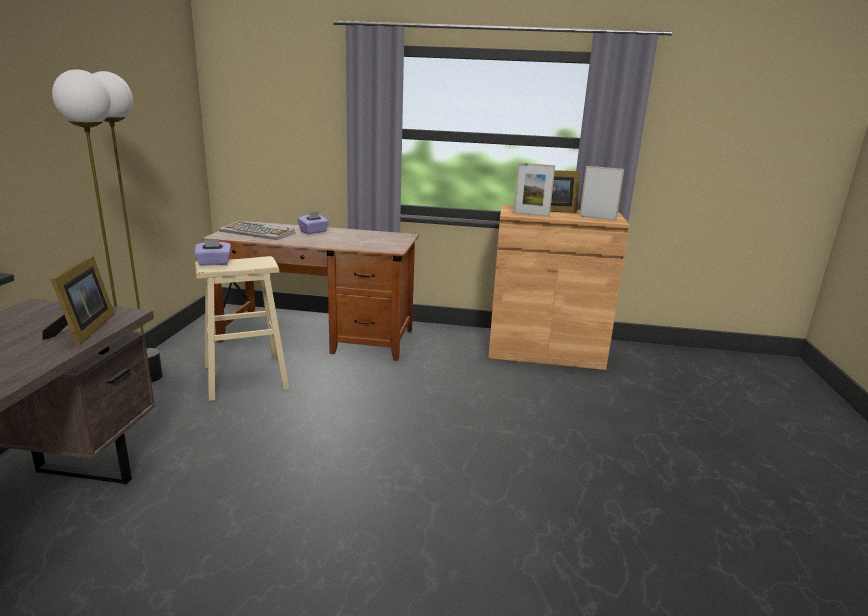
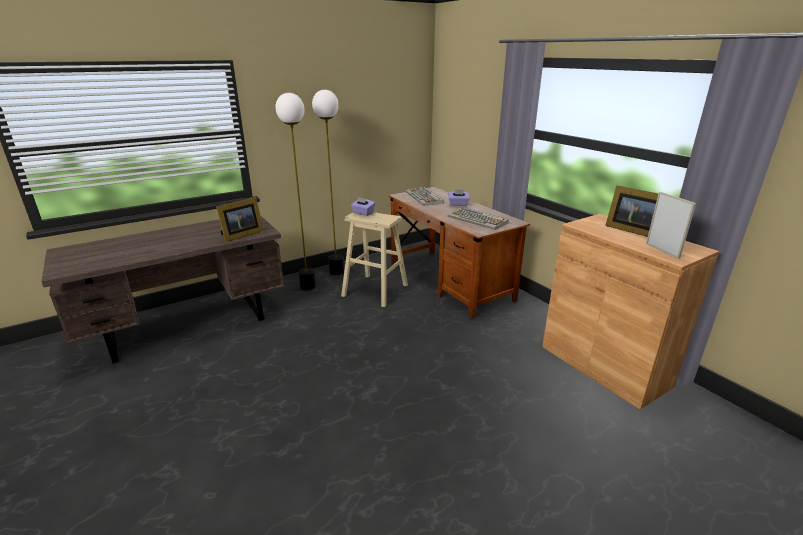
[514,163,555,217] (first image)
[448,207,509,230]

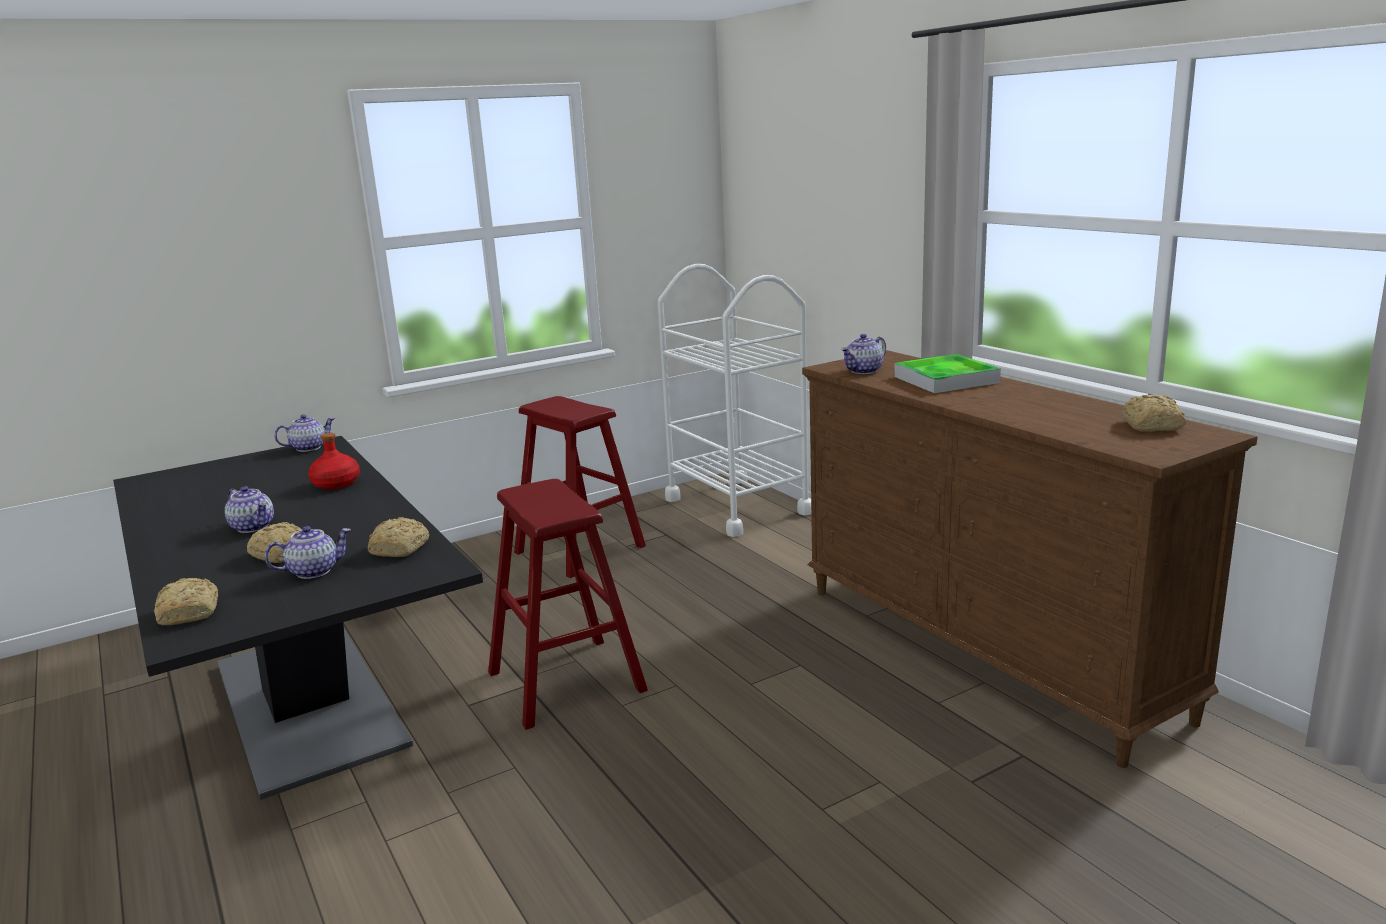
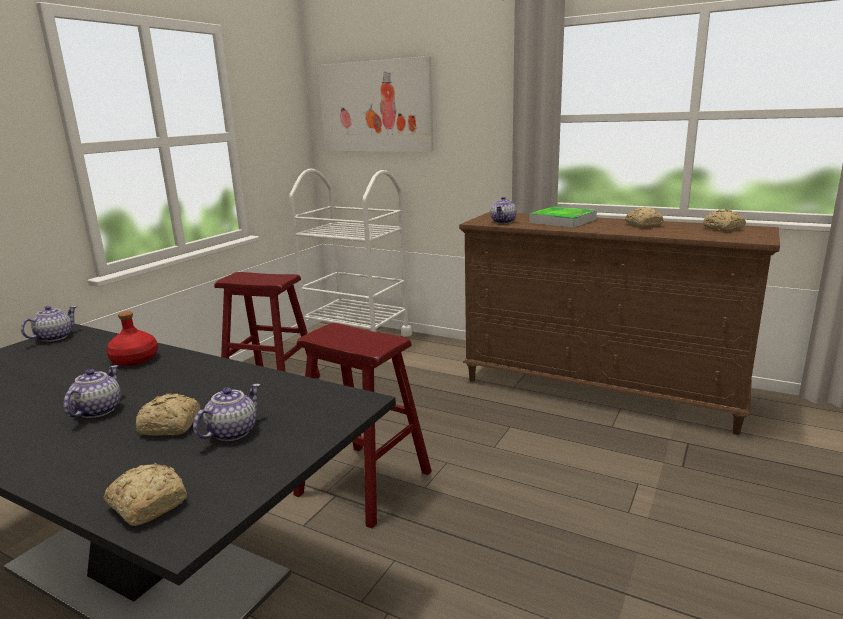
[318,56,433,152]
[625,207,664,227]
[64,365,121,418]

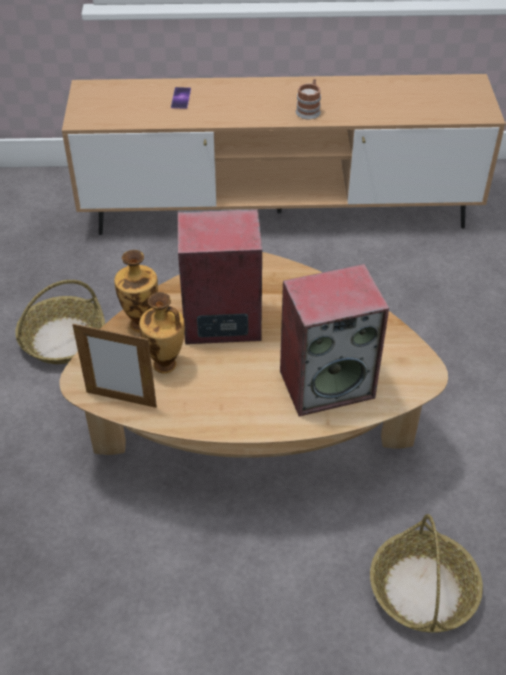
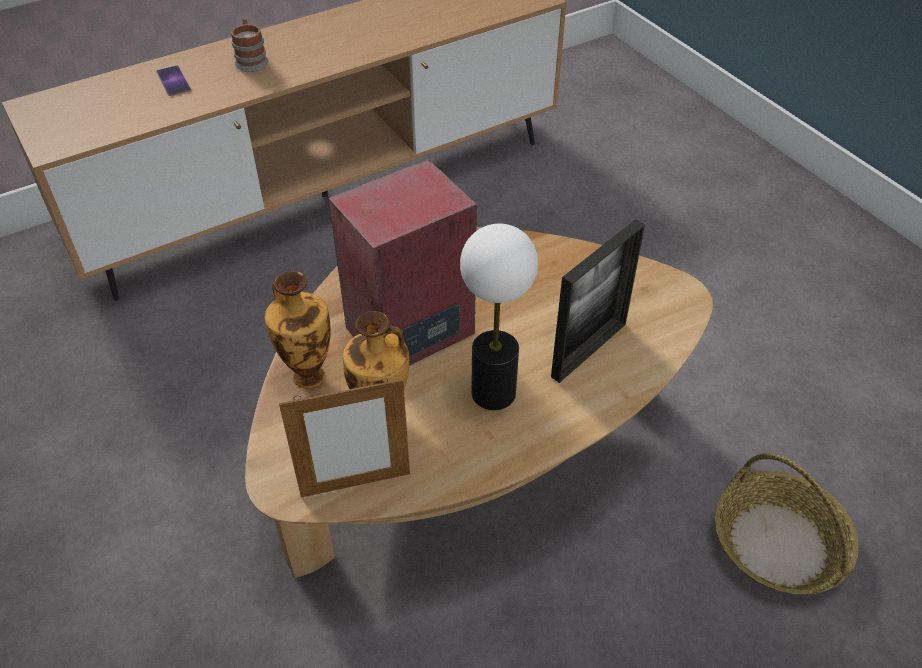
[15,280,105,364] (first image)
[460,224,538,410]
[231,18,268,72]
[551,219,645,383]

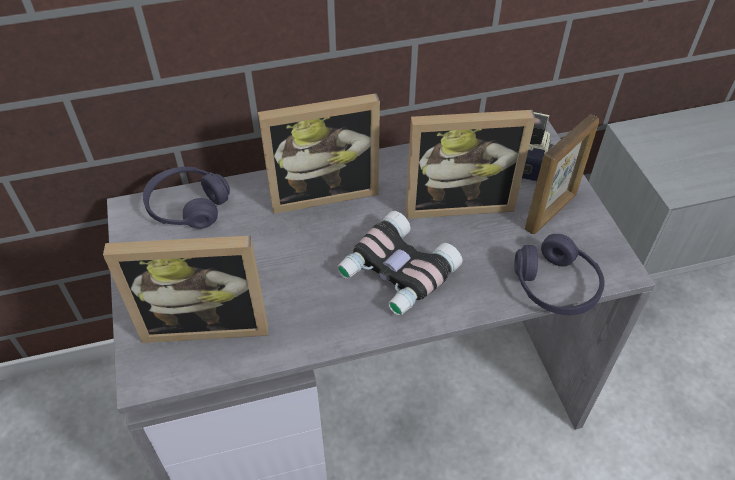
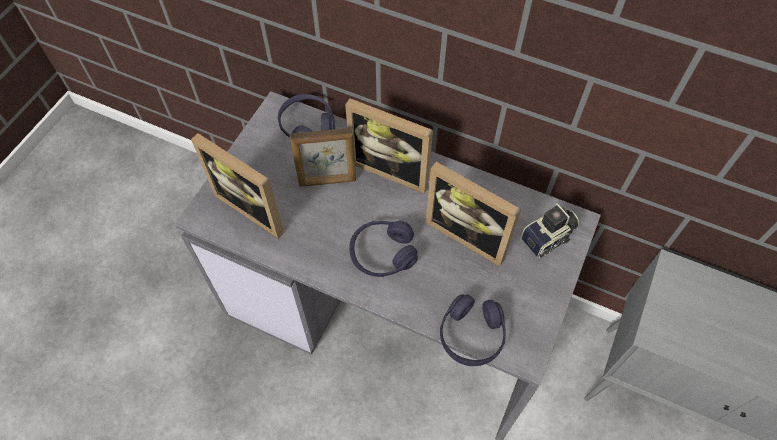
[290,128,356,187]
[349,221,418,277]

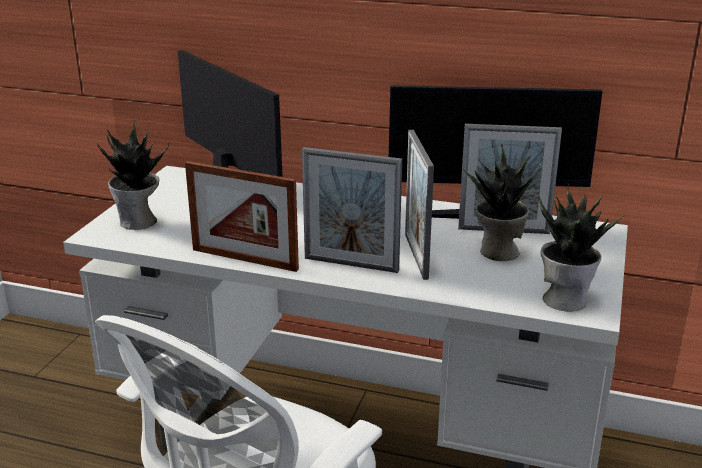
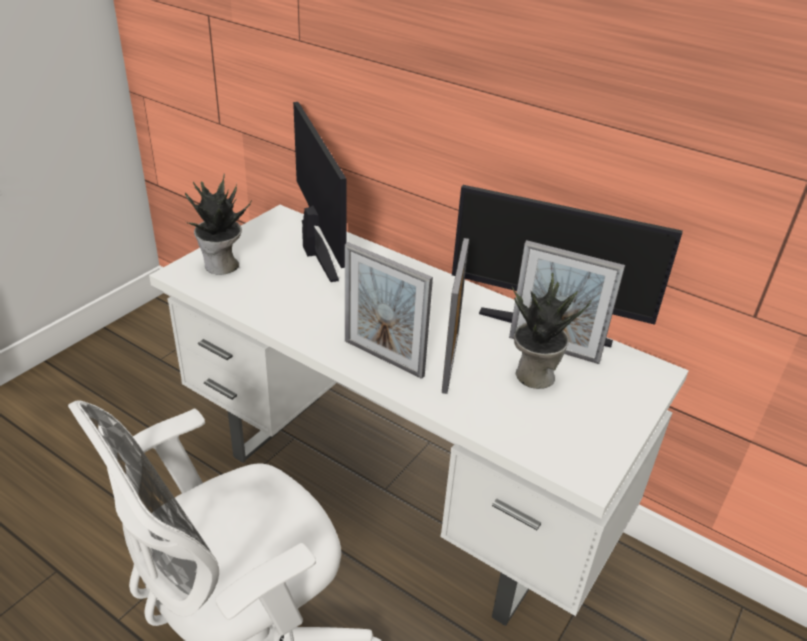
[185,161,299,272] (first image)
[539,184,624,312] (first image)

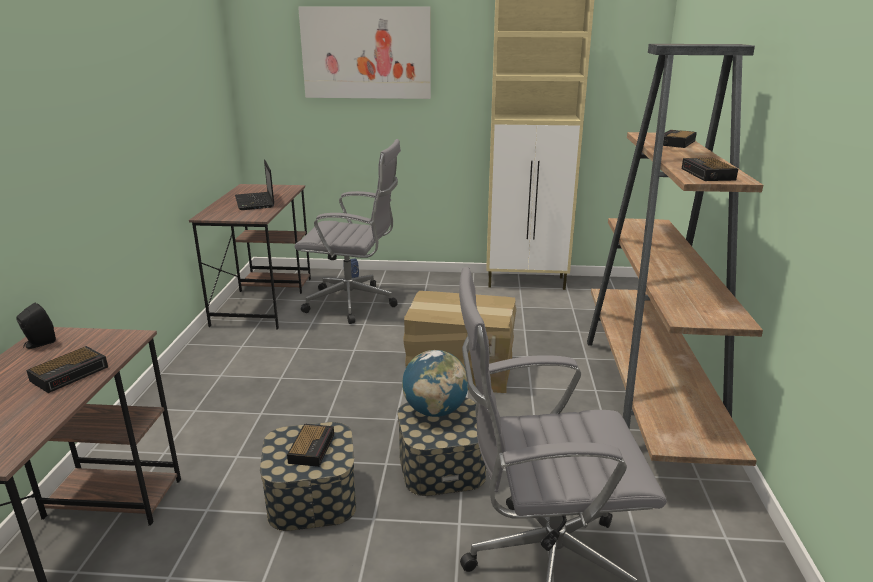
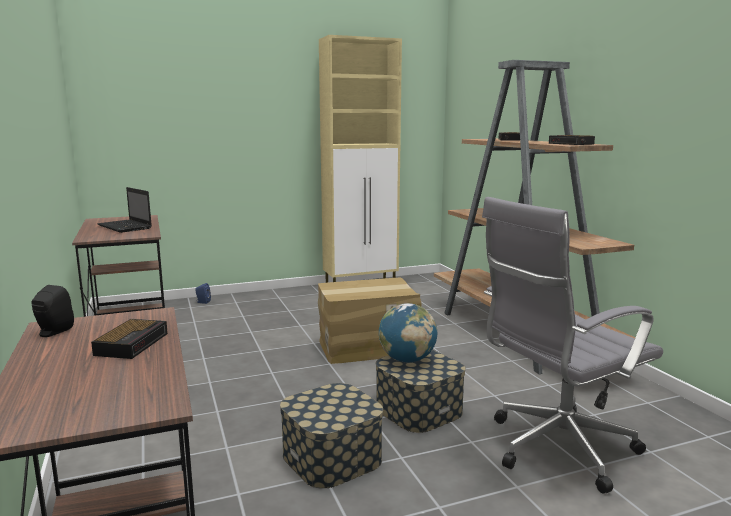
[287,424,334,467] (first image)
[294,139,401,324] (first image)
[298,7,431,99] (first image)

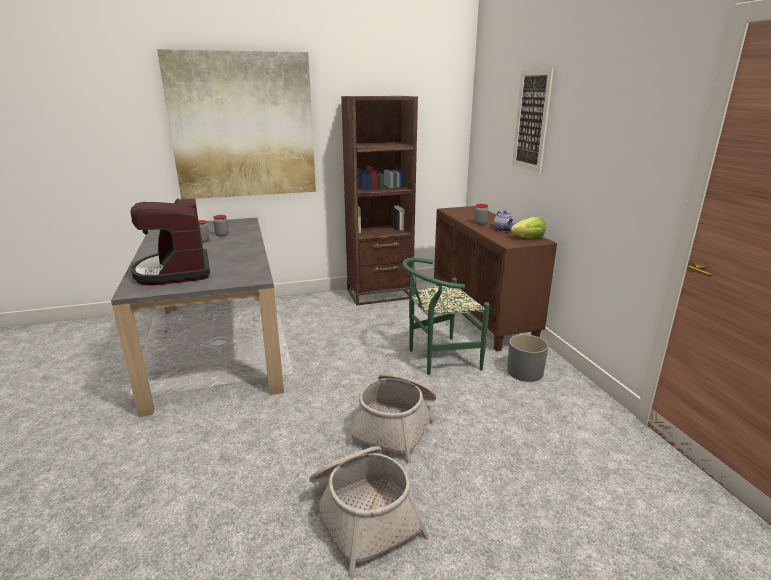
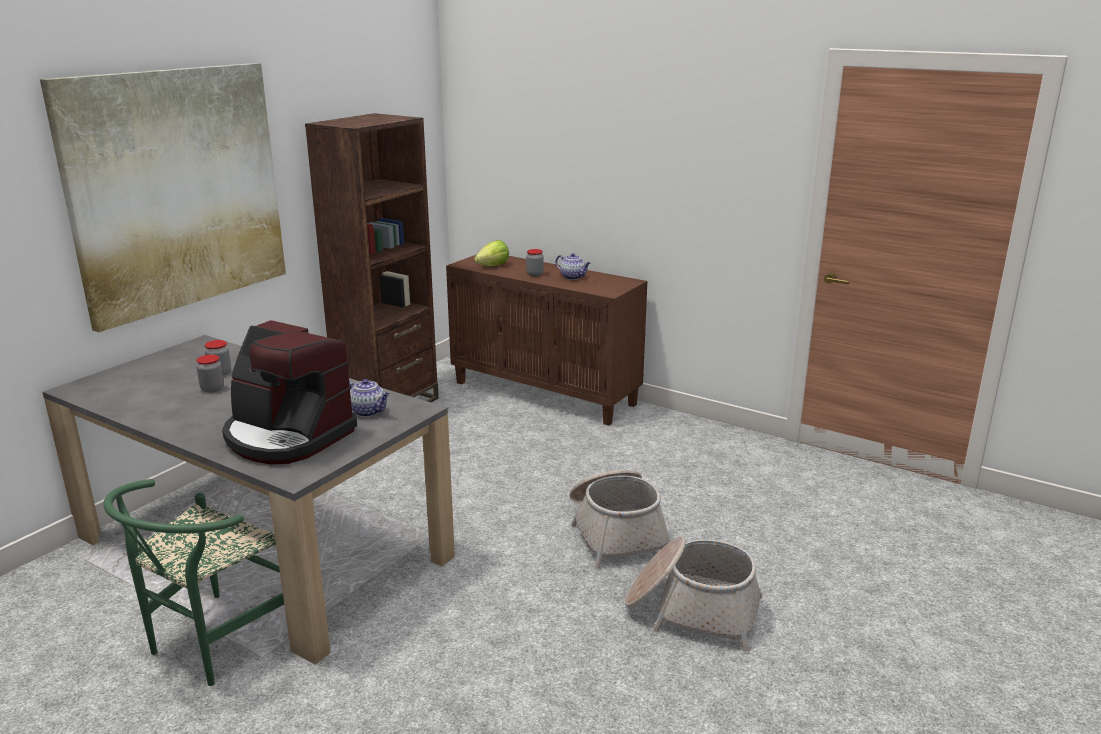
[507,334,548,382] (first image)
[512,68,553,172] (first image)
[349,379,390,417]
[103,479,284,686]
[474,240,509,266]

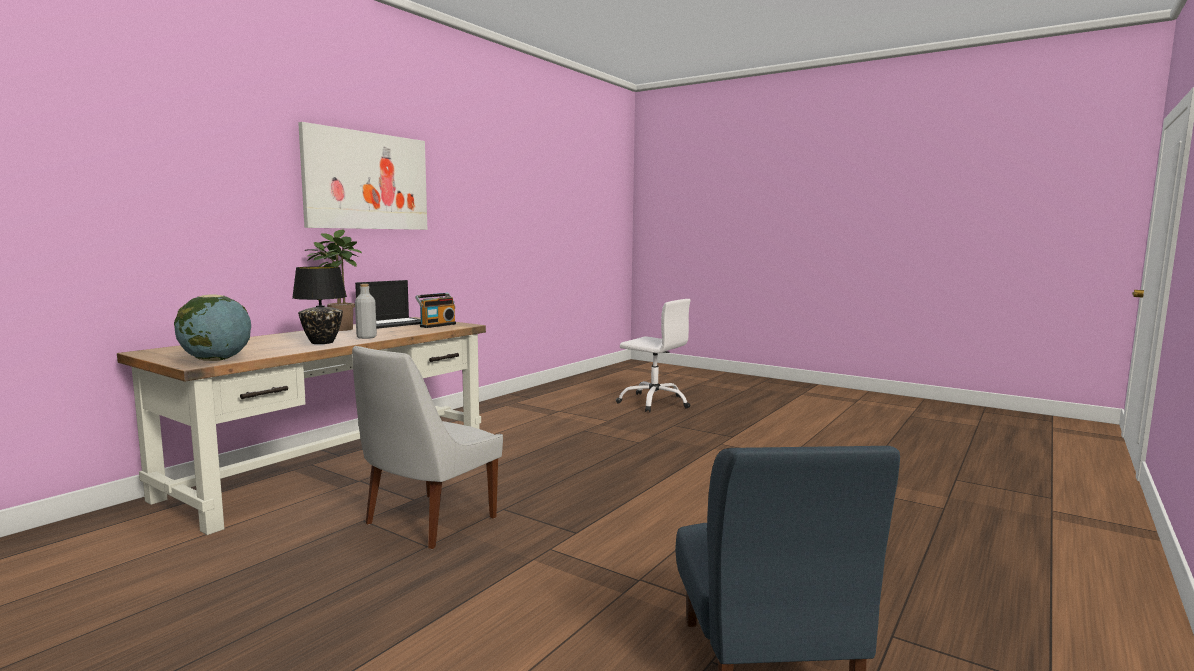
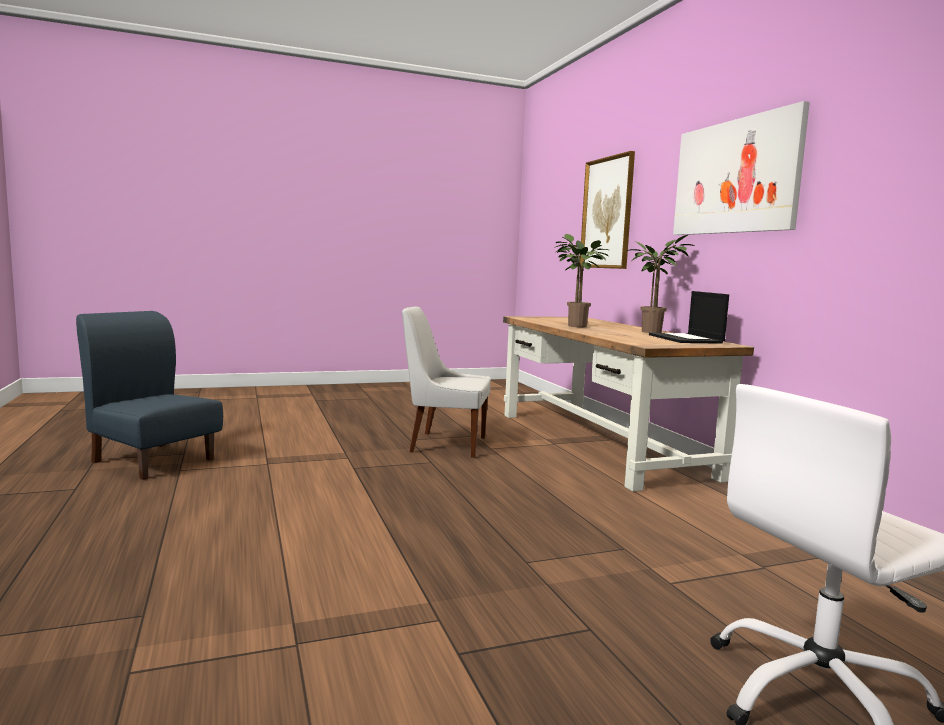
[174,294,251,361] (first image)
[355,284,377,339] (first image)
[415,293,456,328] (first image)
[580,151,635,269]
[554,234,609,327]
[402,306,491,458]

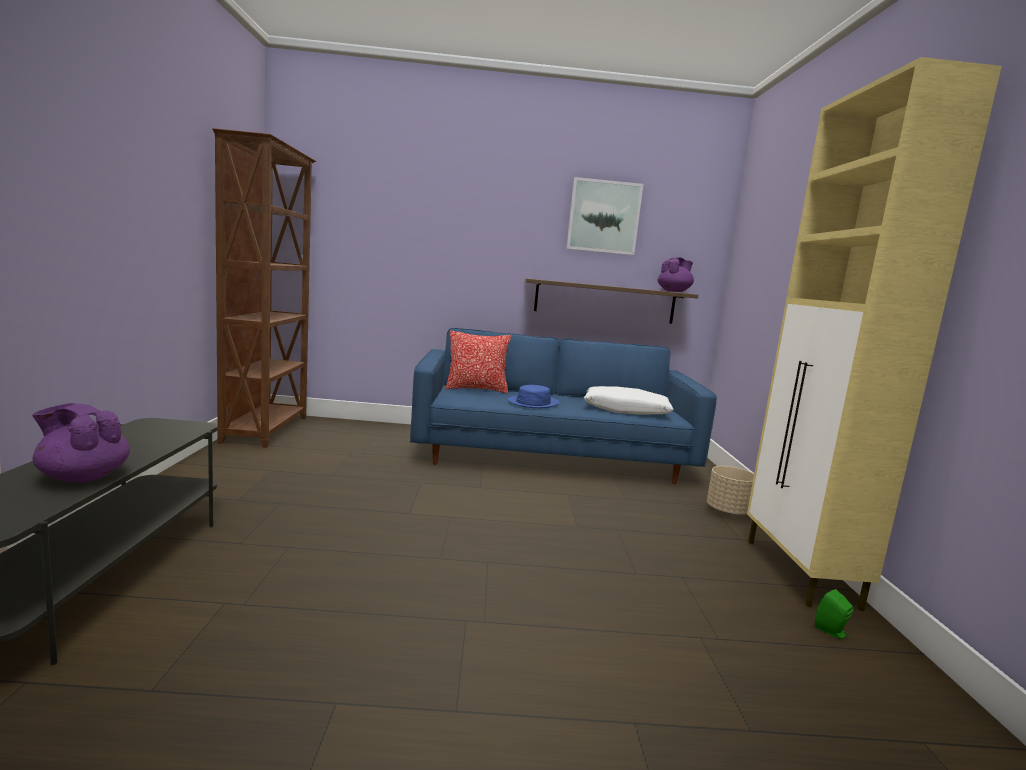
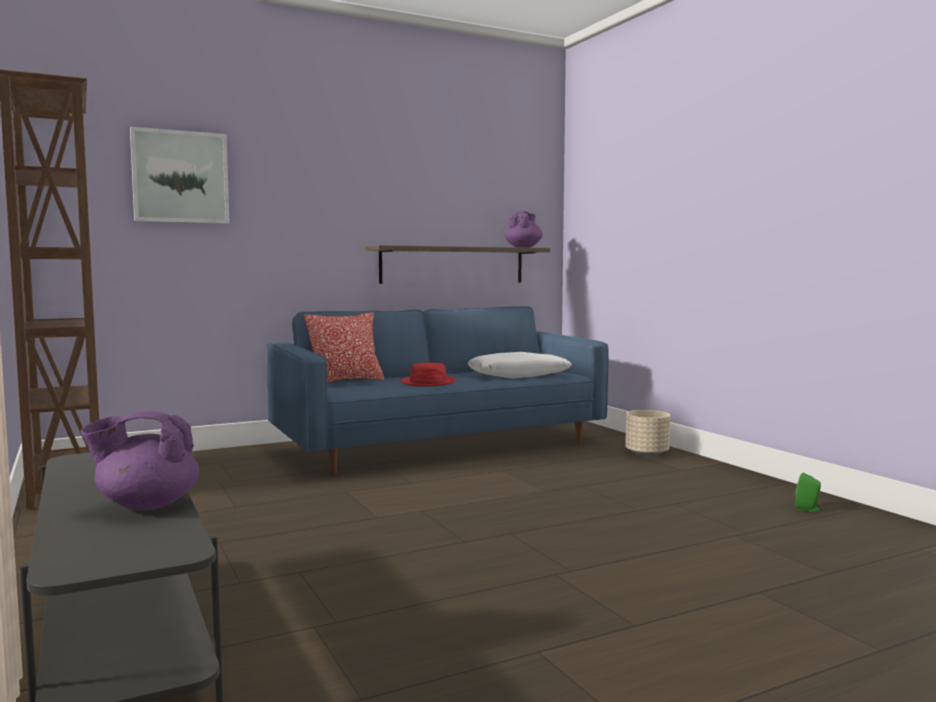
[747,57,1002,611] (first image)
[130,127,230,224]
[401,362,456,386]

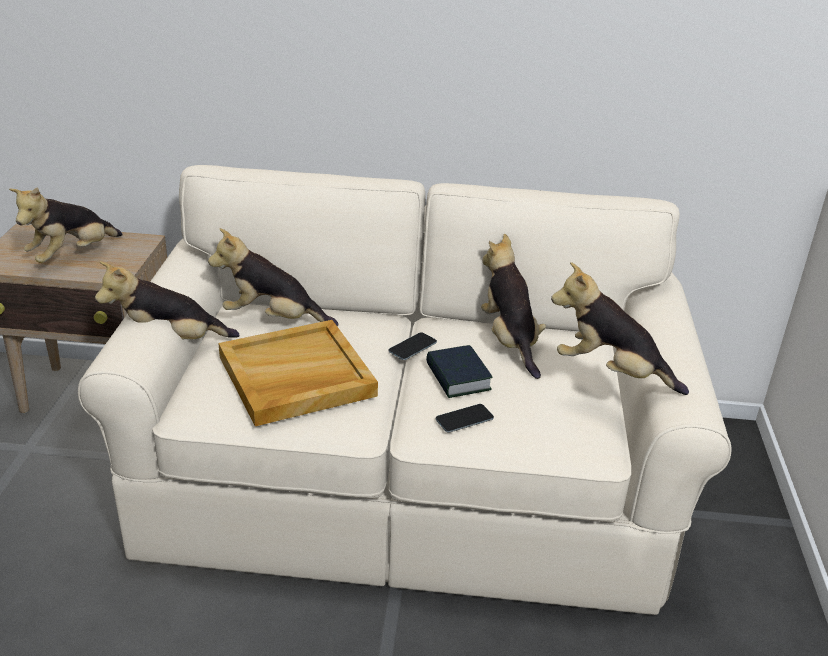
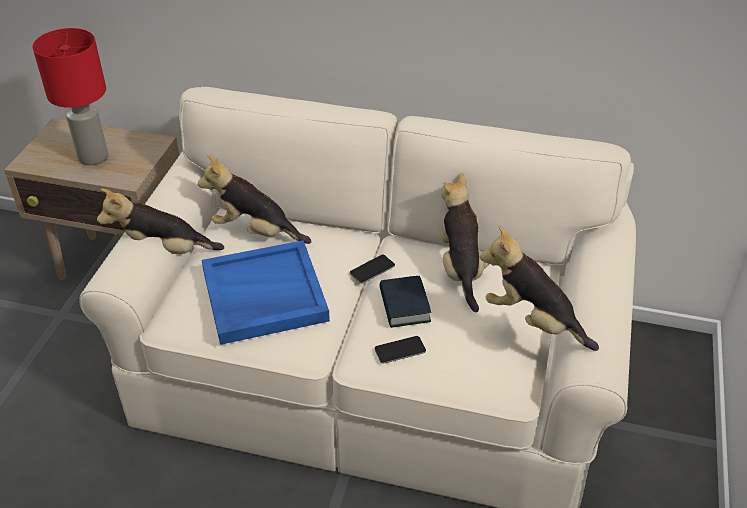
[32,28,109,165]
[201,240,330,345]

